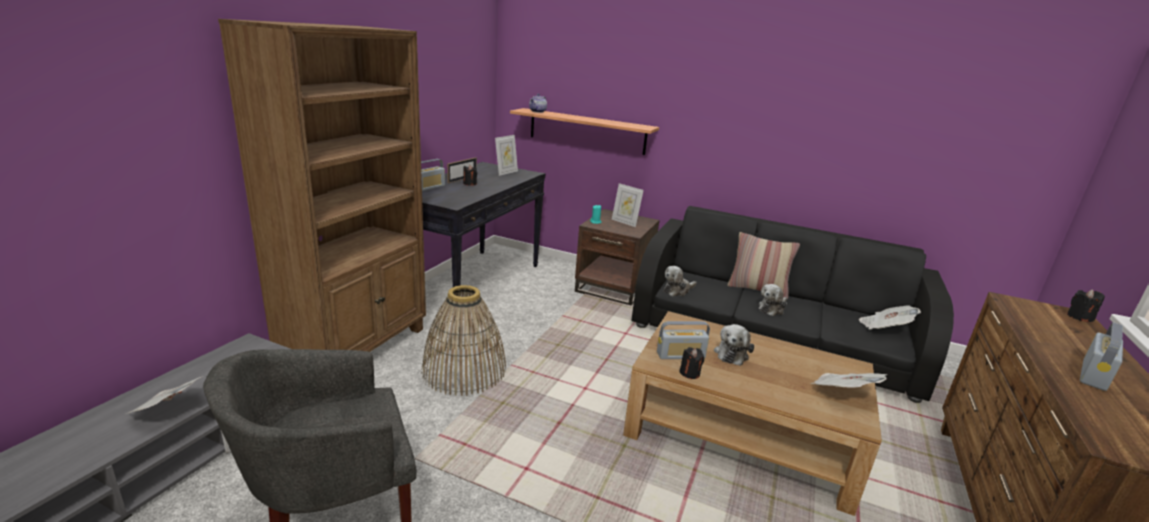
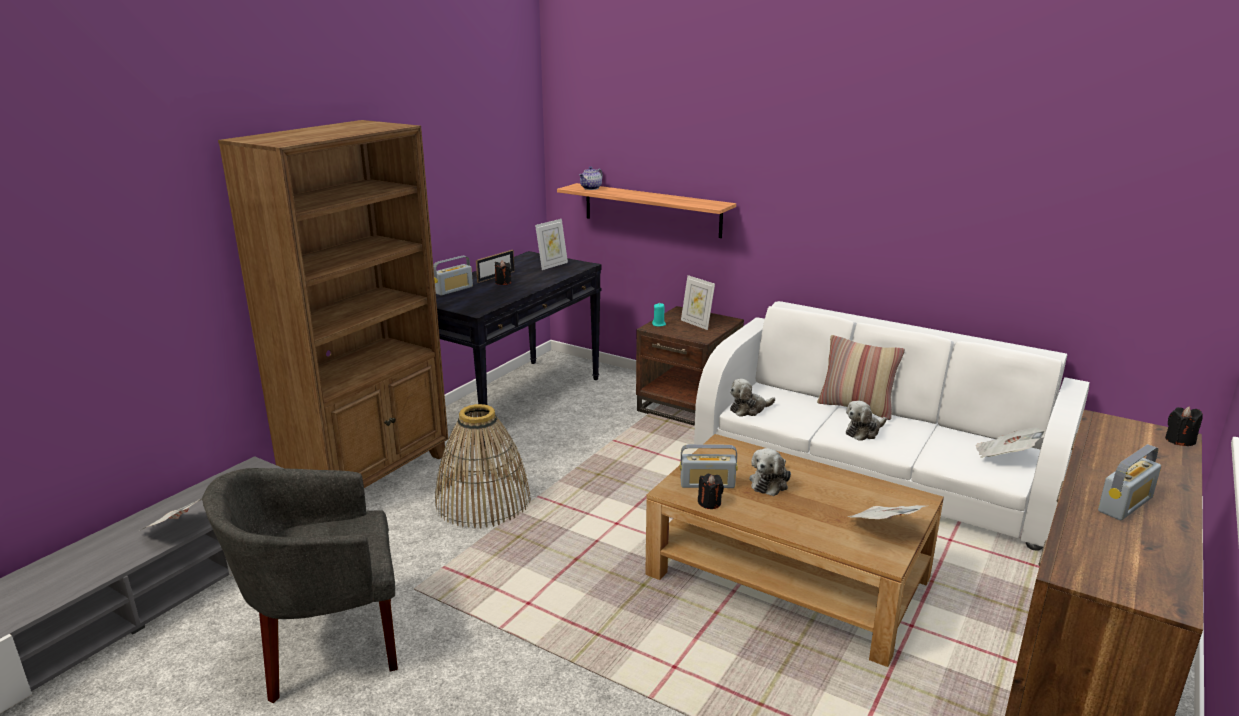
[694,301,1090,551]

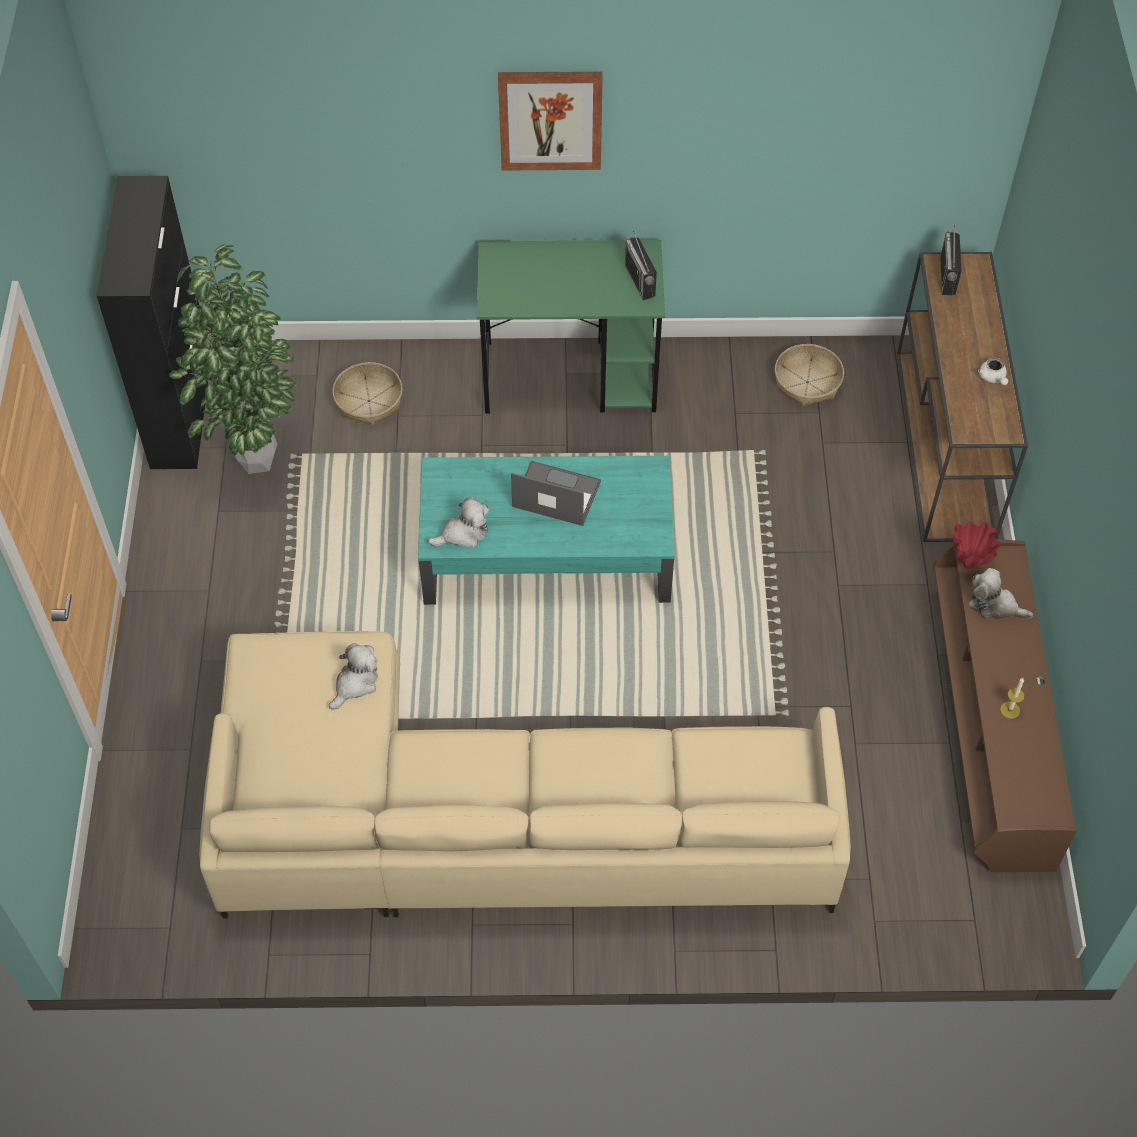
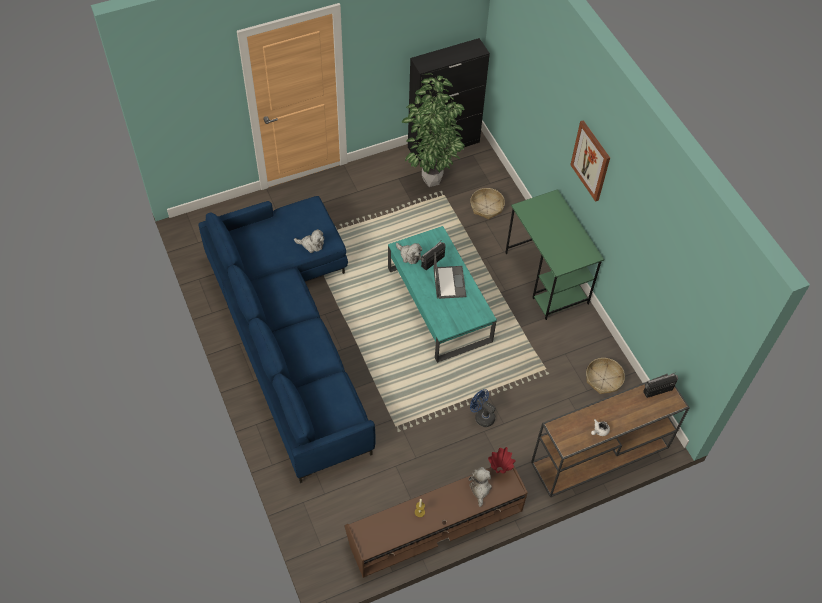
[470,389,496,427]
[421,242,446,270]
[198,196,375,483]

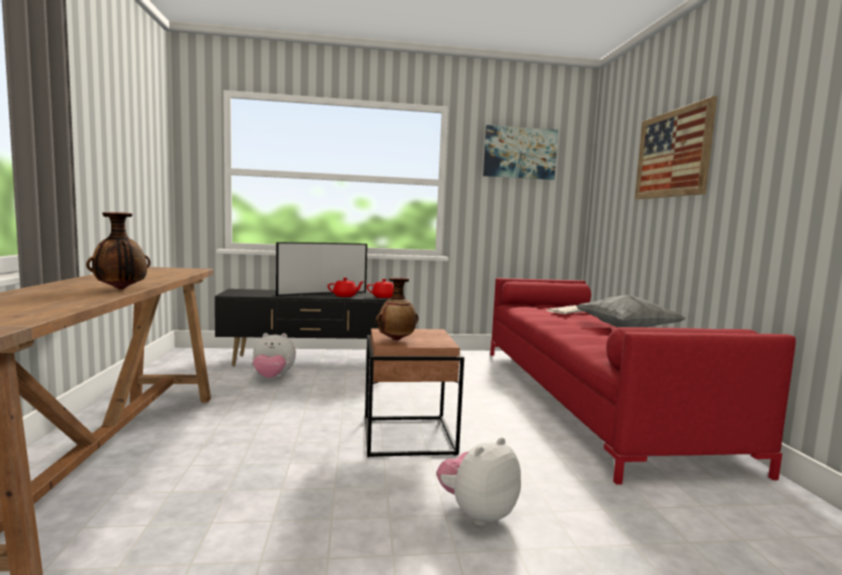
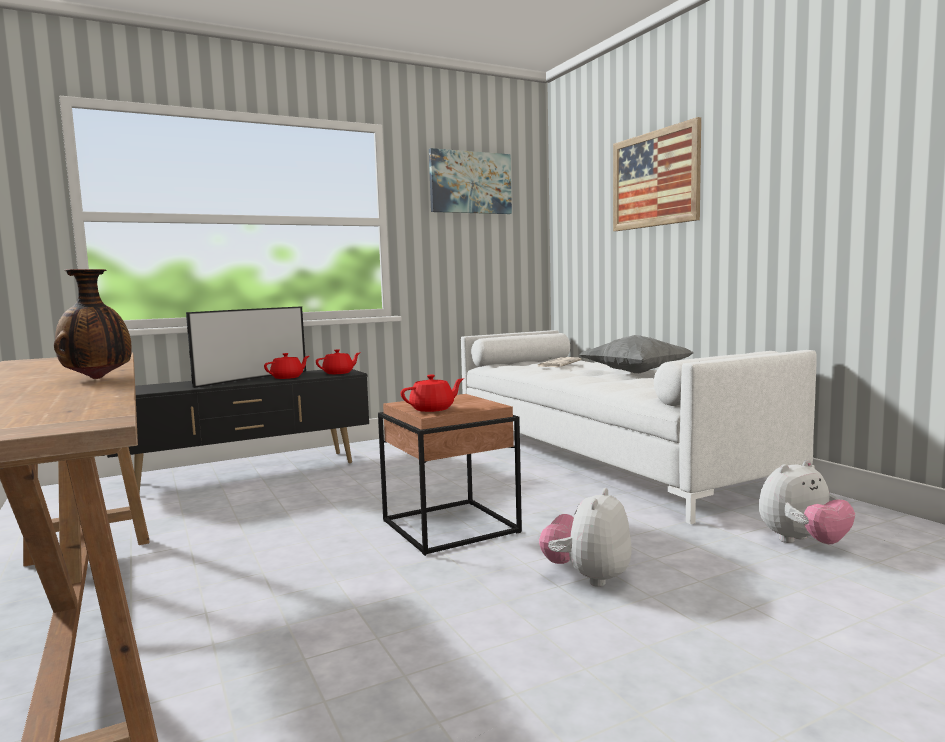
[759,460,855,544]
[400,375,464,412]
[461,330,817,524]

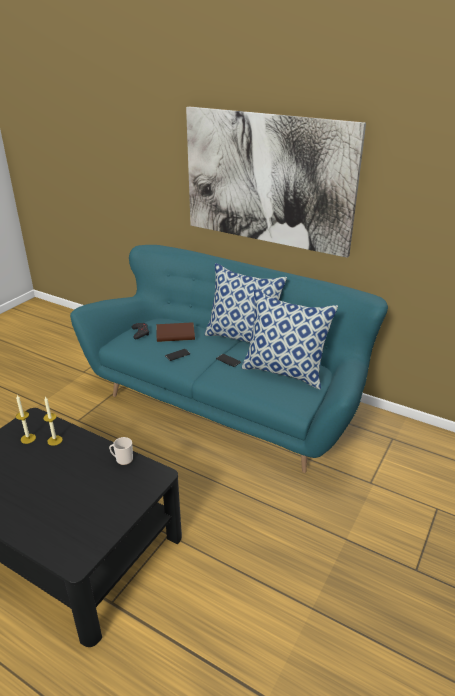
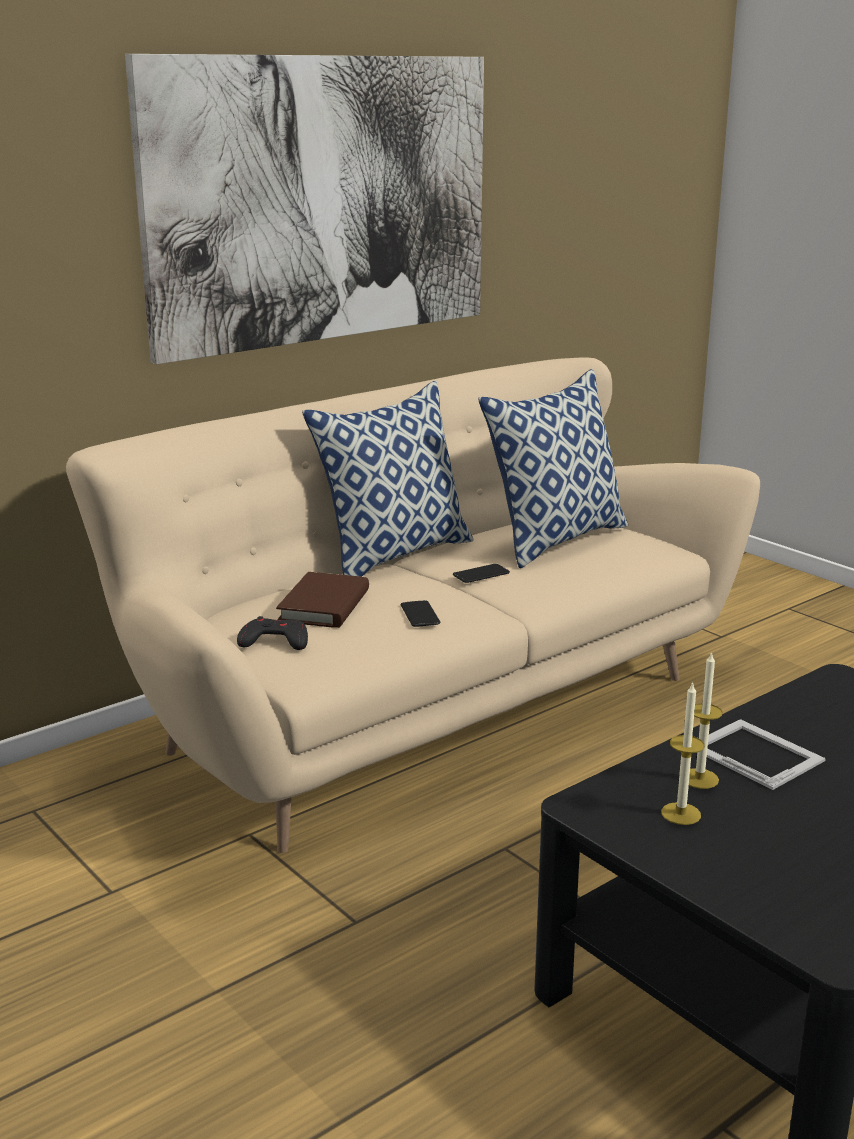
[109,437,133,465] (first image)
[707,719,826,790]
[66,358,760,853]

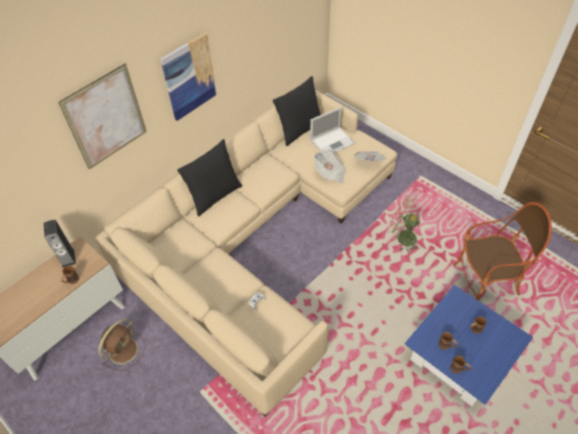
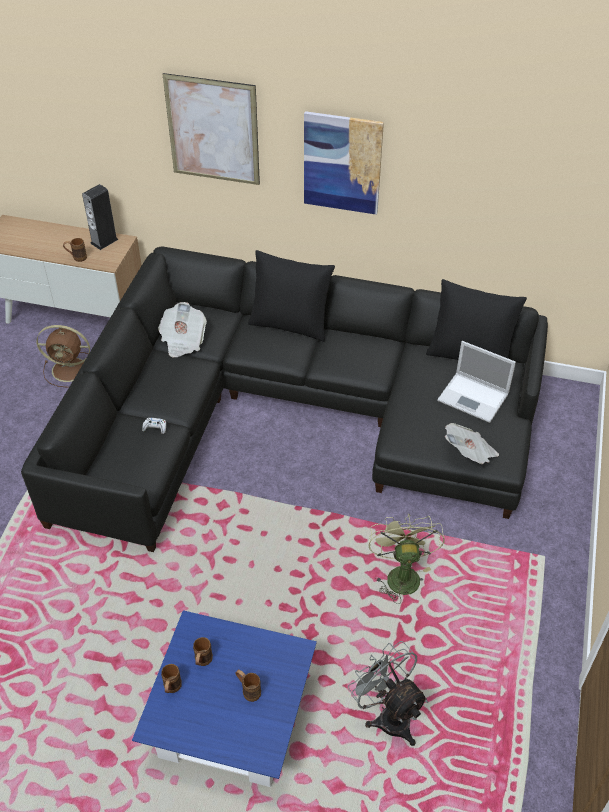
[158,302,207,358]
[348,641,428,746]
[21,246,548,552]

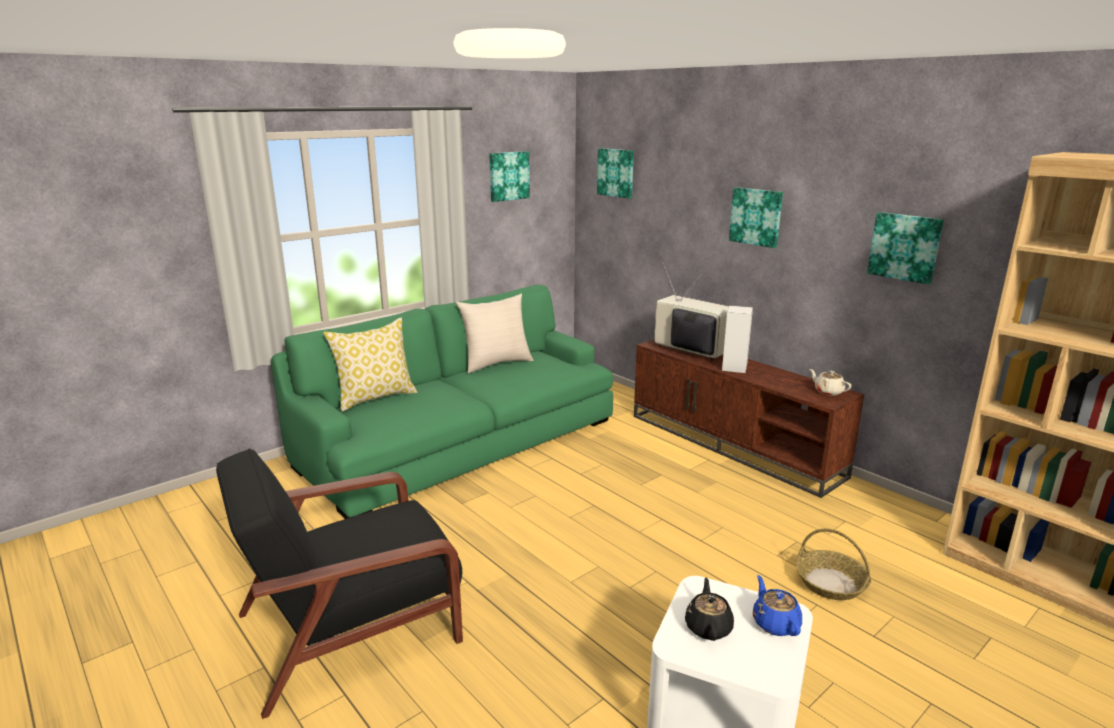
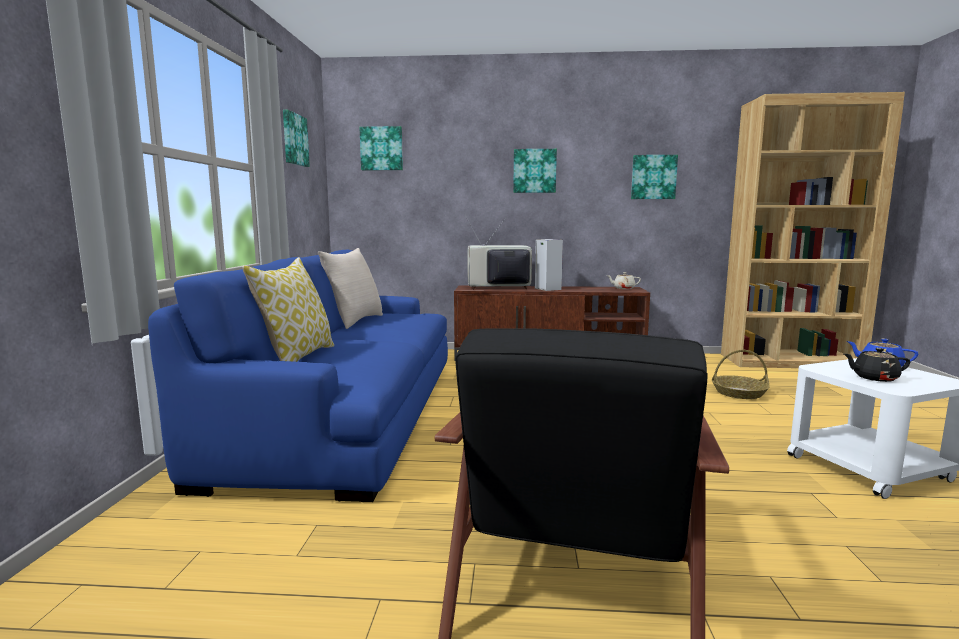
[148,250,448,502]
[844,348,910,382]

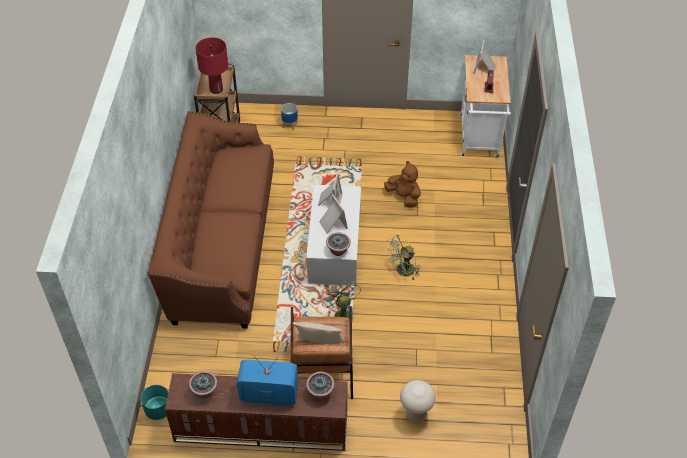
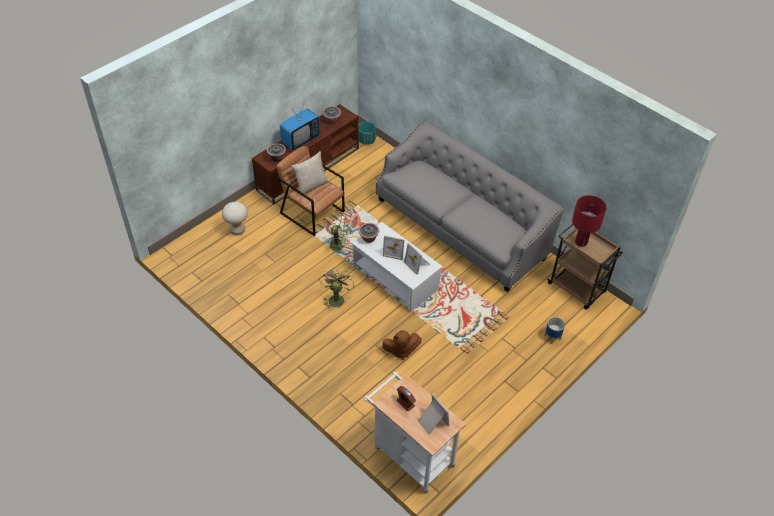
[376,120,564,292]

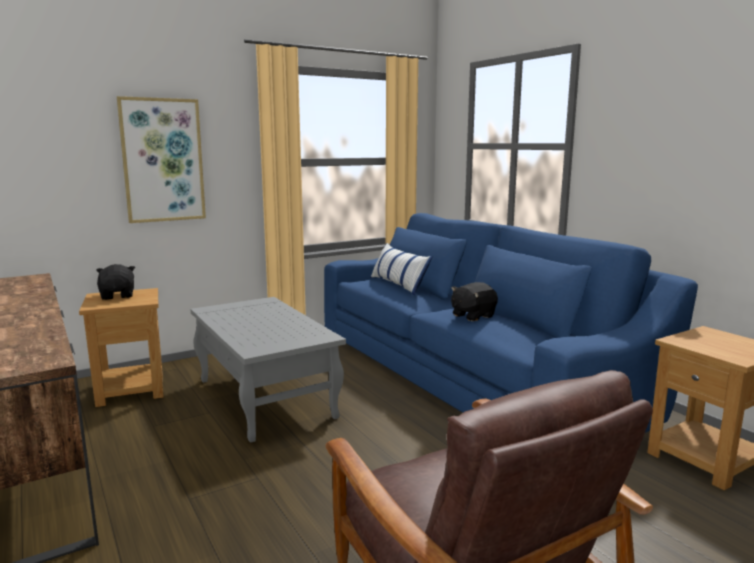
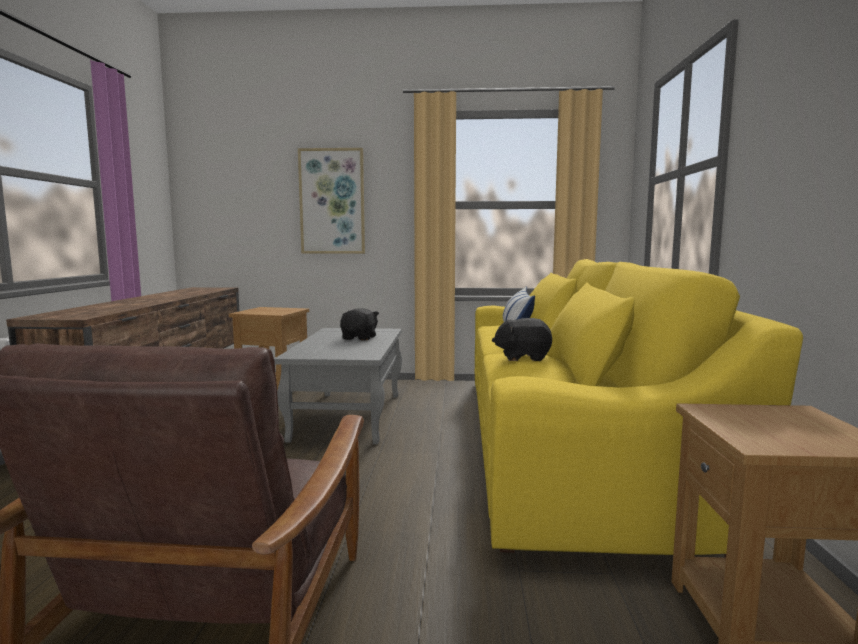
[340,308,379,341]
[474,259,803,558]

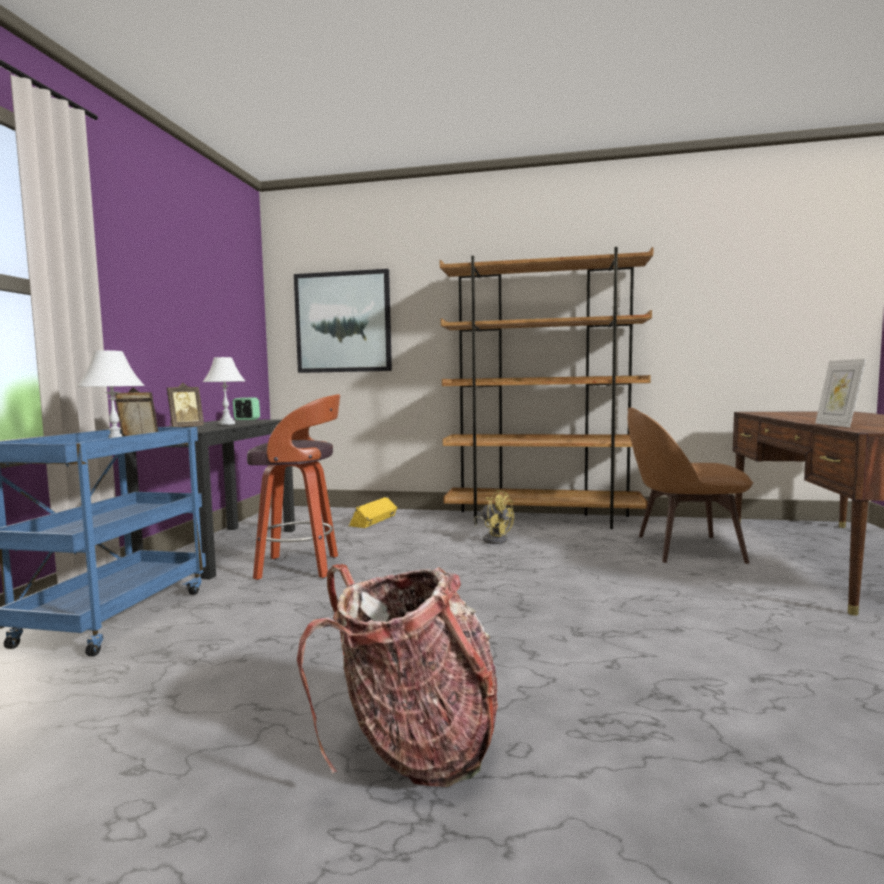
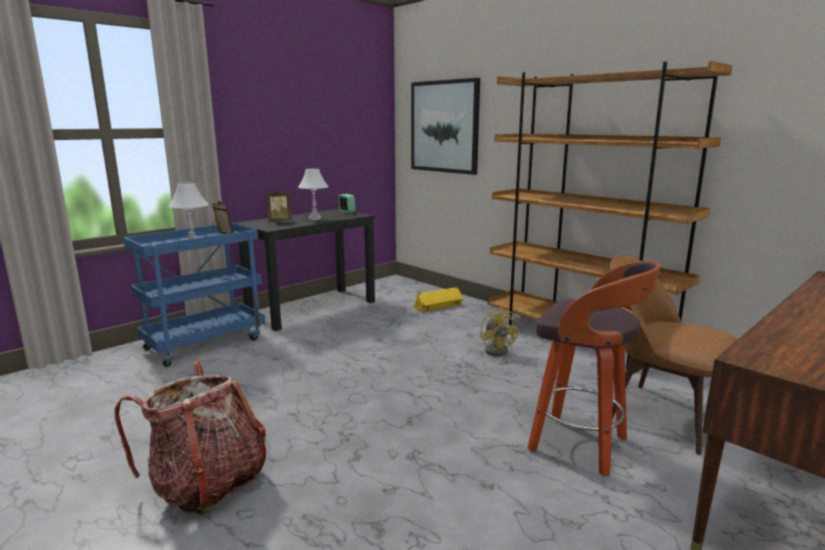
[815,359,866,428] (first image)
[528,260,661,476]

